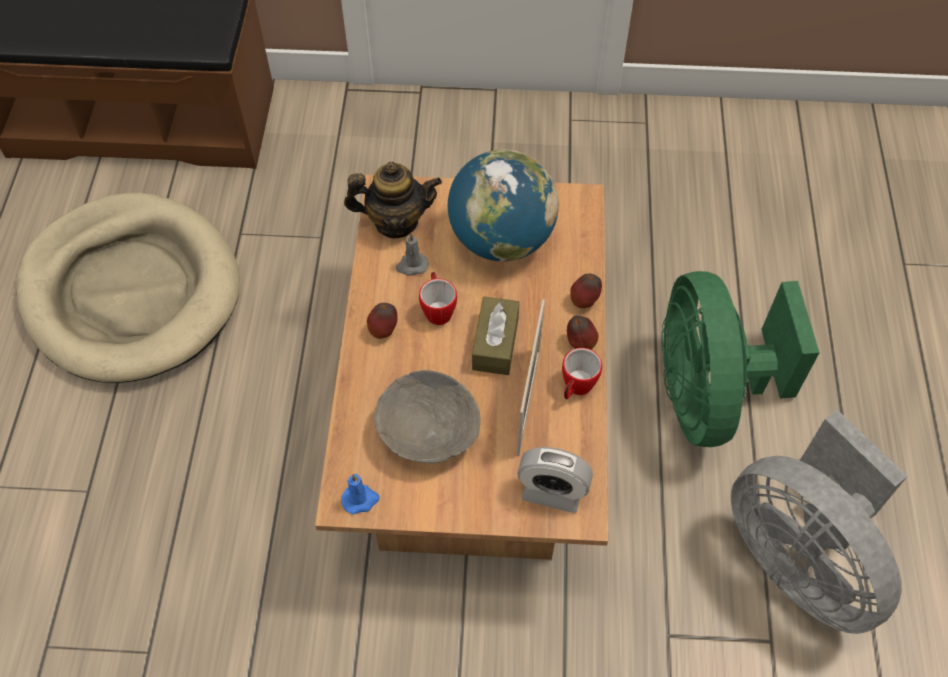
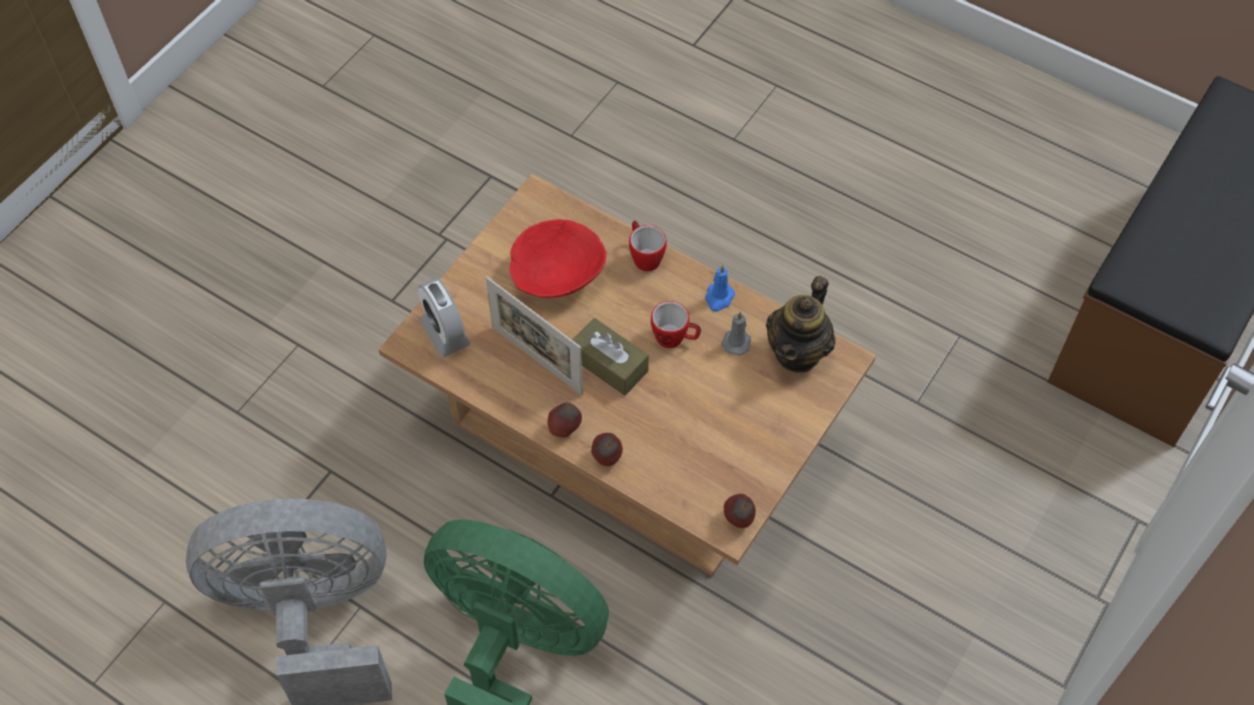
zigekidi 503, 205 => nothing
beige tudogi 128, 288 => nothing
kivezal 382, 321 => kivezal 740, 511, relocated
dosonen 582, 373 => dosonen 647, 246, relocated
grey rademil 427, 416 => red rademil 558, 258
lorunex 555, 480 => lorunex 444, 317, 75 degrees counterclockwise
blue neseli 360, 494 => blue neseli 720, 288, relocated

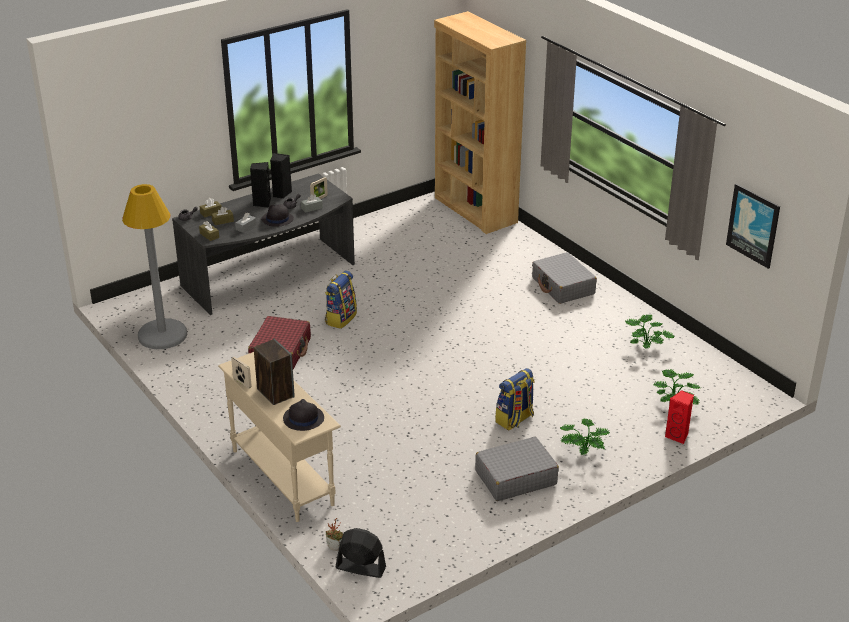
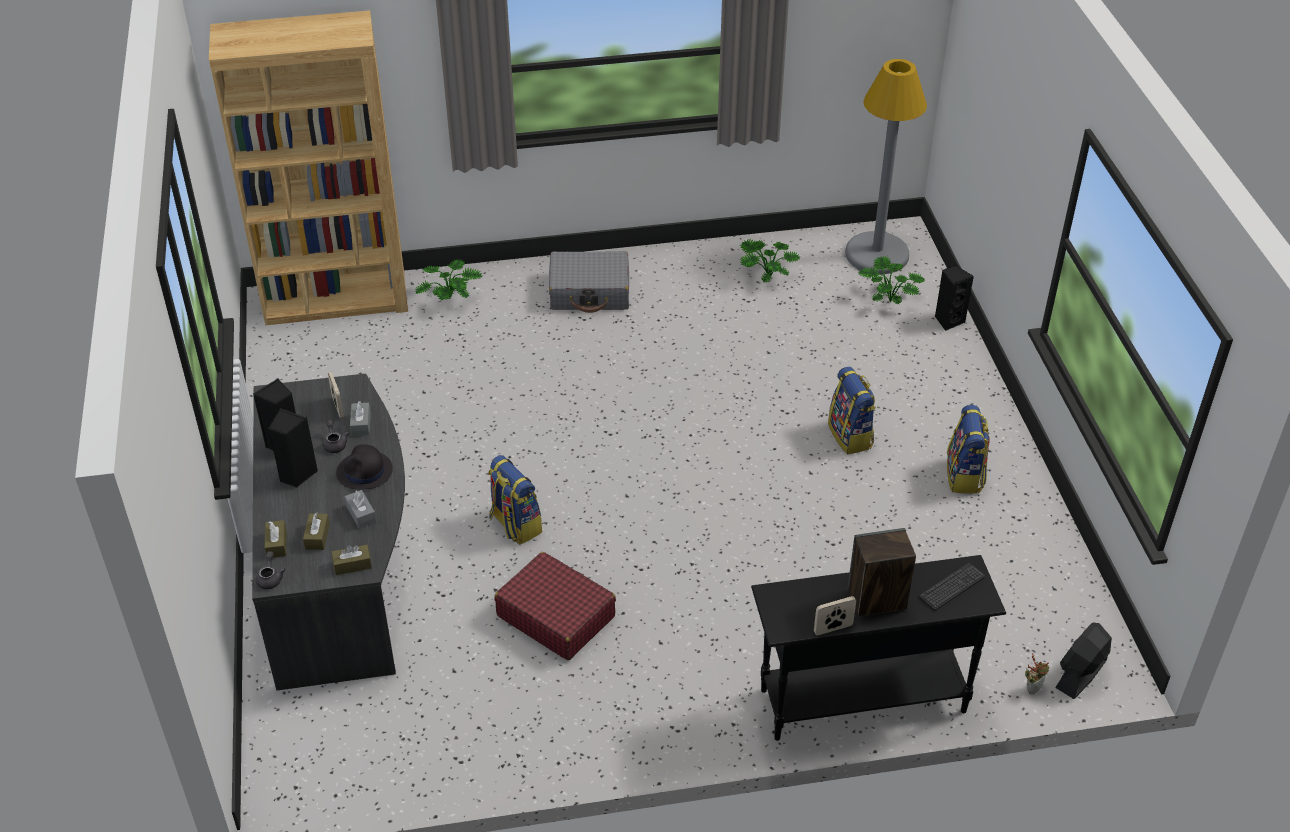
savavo 753, 226 => nothing
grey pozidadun 154, 266 => grey pozidadun 886, 166, relocated
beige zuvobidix 279, 437 => black zuvobidix 878, 648
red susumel 679, 417 => black susumel 954, 298
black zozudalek 303, 415 => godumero 952, 587
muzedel 585, 437 => muzedel 448, 280, relocated
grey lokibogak 517, 469 => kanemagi 968, 449

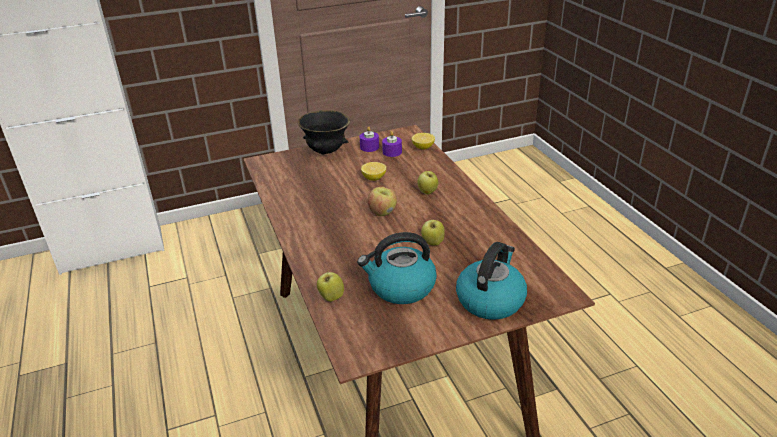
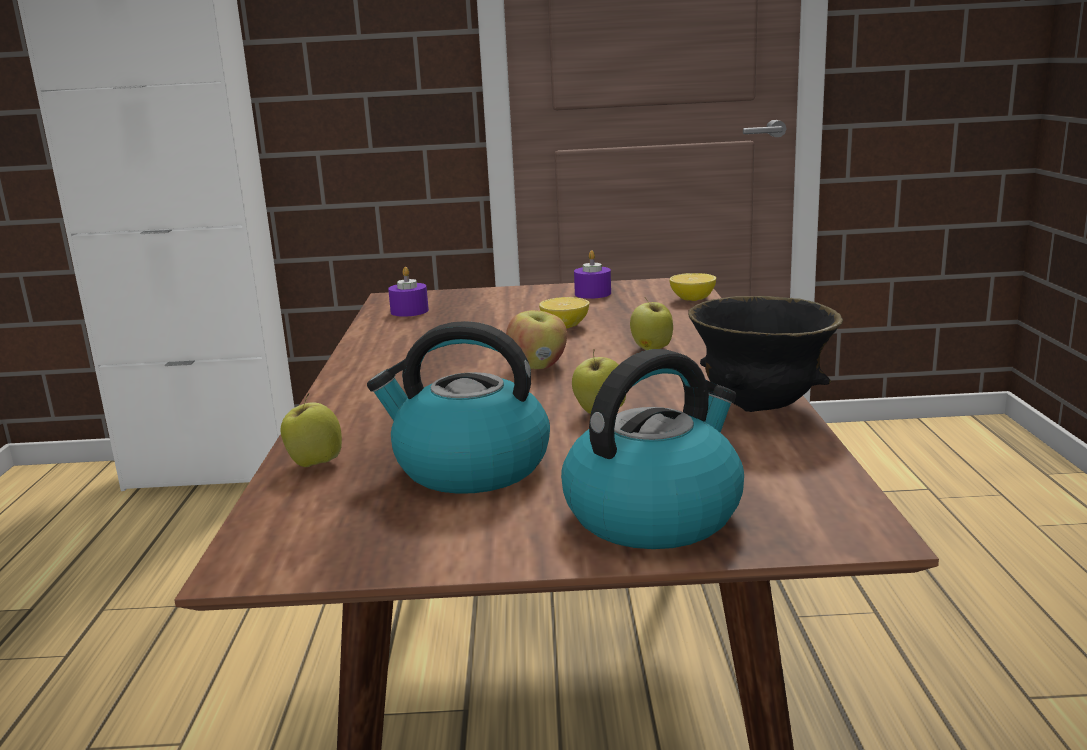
black rademil 324, 132 => black rademil 765, 354, relocated
purple neseli 392, 144 => purple neseli 408, 292, relocated

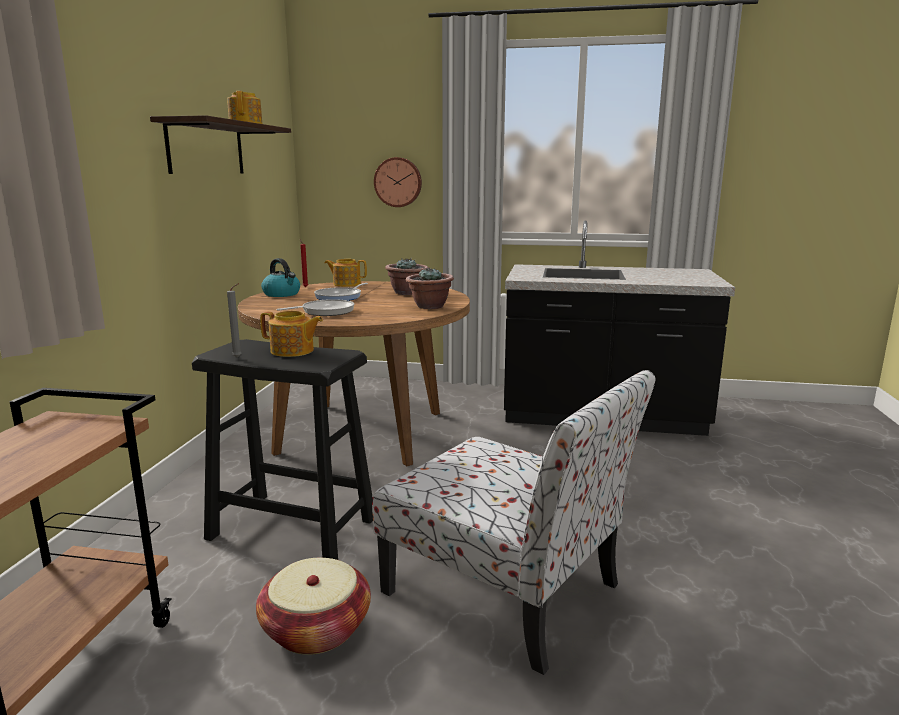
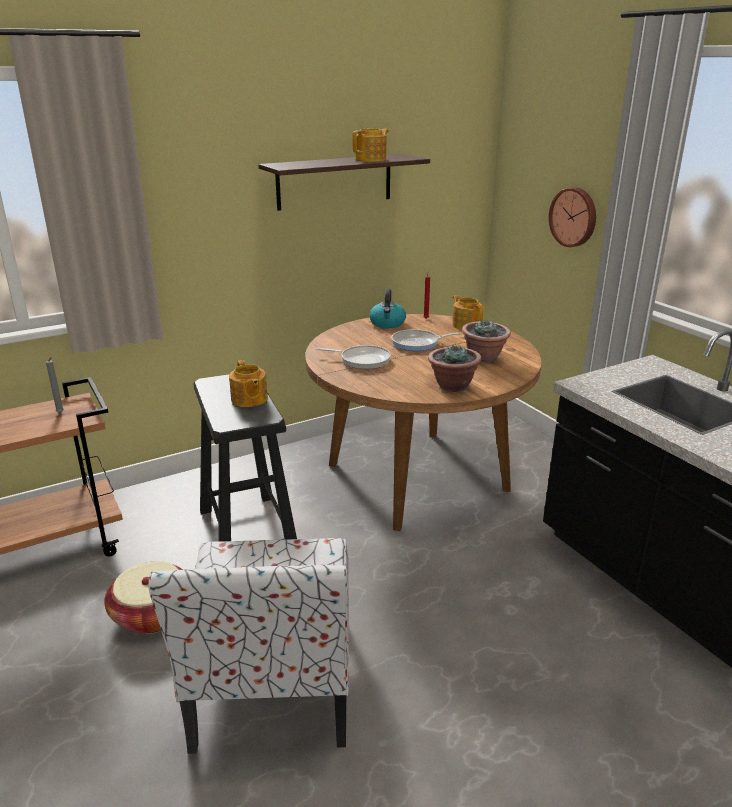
grey neseli 234, 320 => grey neseli 55, 385, relocated

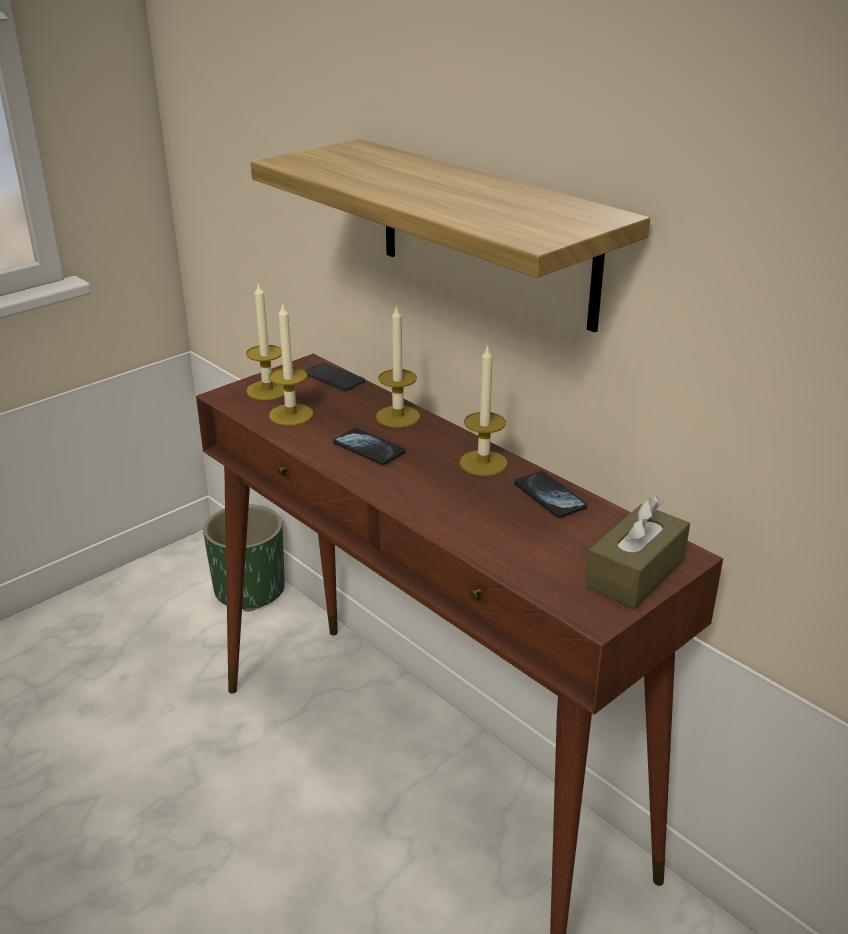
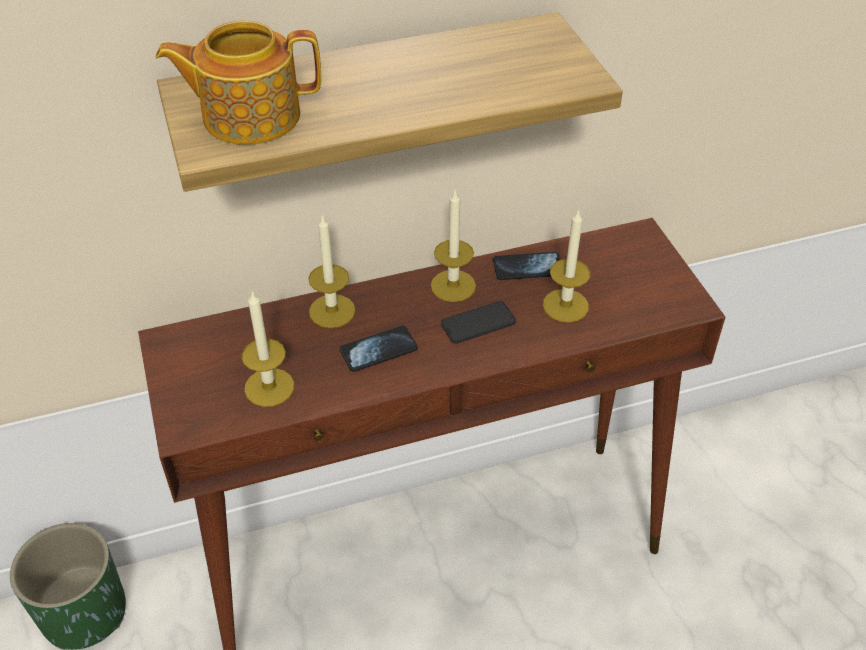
neseli 265, 341 => neseli 566, 265, relocated
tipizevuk 335, 376 => tipizevuk 478, 322, relocated
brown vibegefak 637, 552 => nothing
nothing => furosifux 238, 83

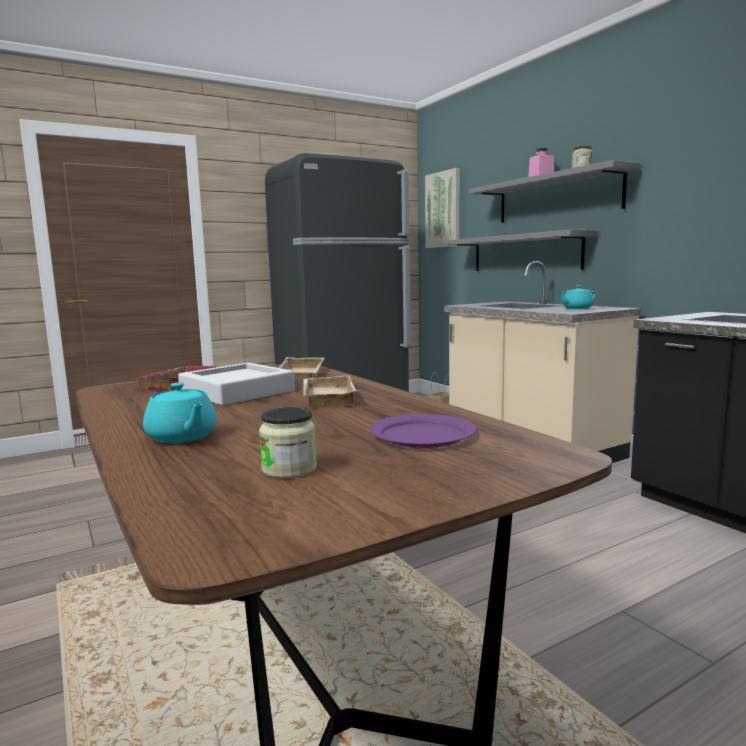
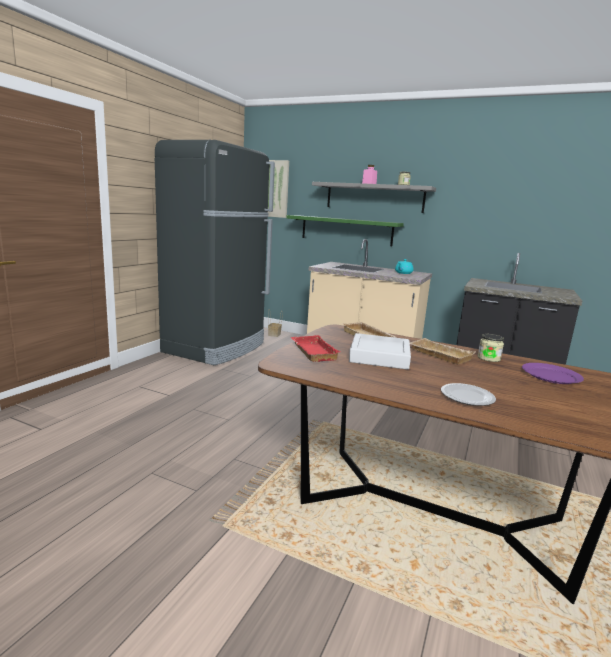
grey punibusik 521, 250 => green punibusik 345, 230
turquoise furosifux 180, 412 => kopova 468, 394
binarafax 288, 442 => binarafax 491, 348, relocated

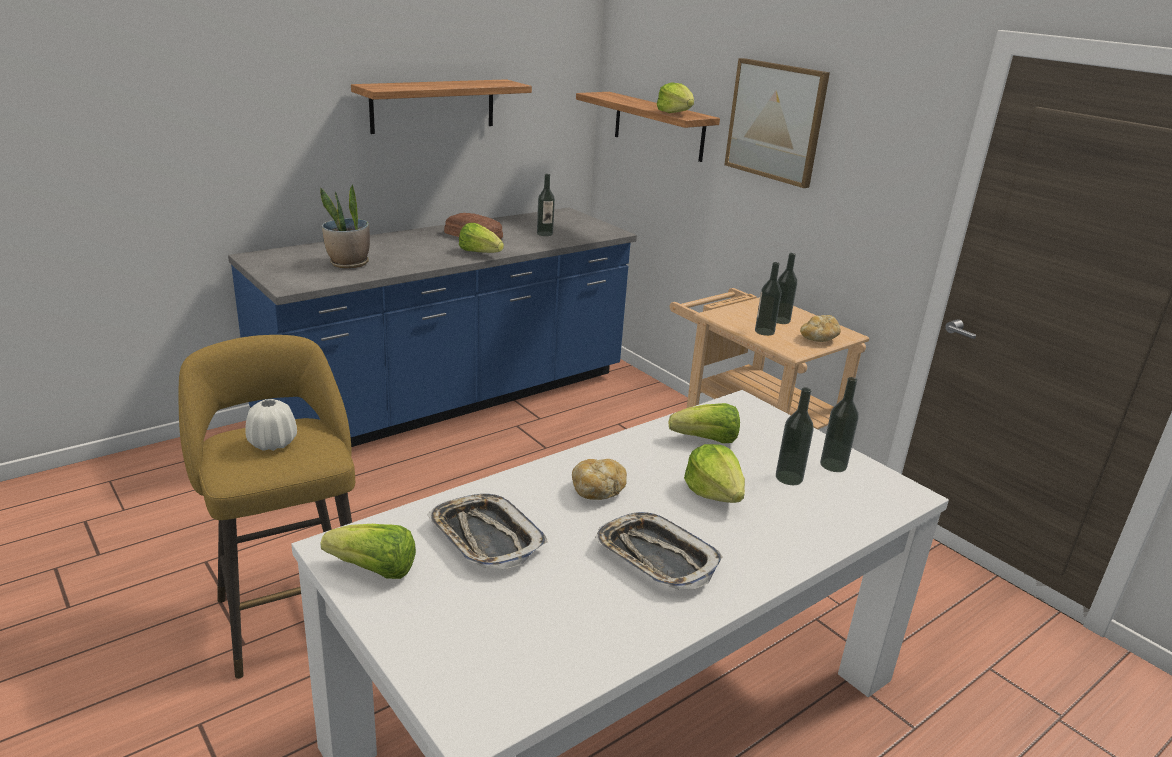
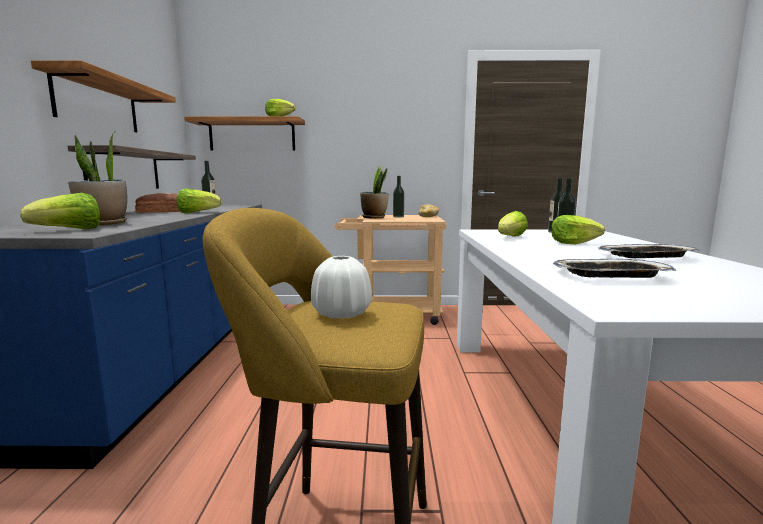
savavo 777, 123 => nothing
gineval 768, 299 => nothing
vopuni 599, 479 => nothing
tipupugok 368, 551 => tipupugok 60, 211, relocated
nothing => punibusik 132, 167
nothing => muzedel 374, 192

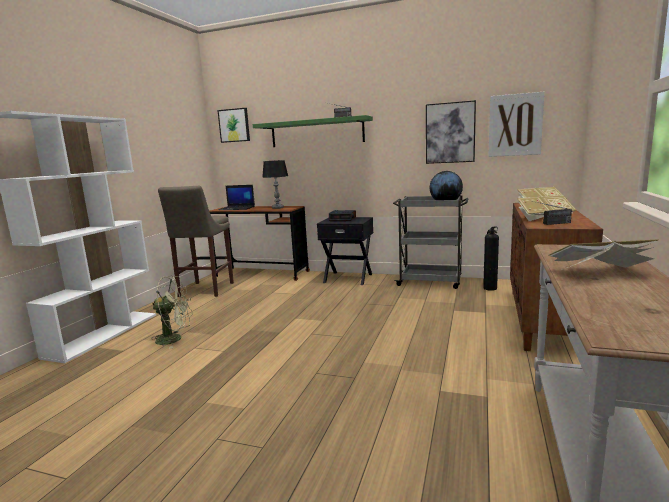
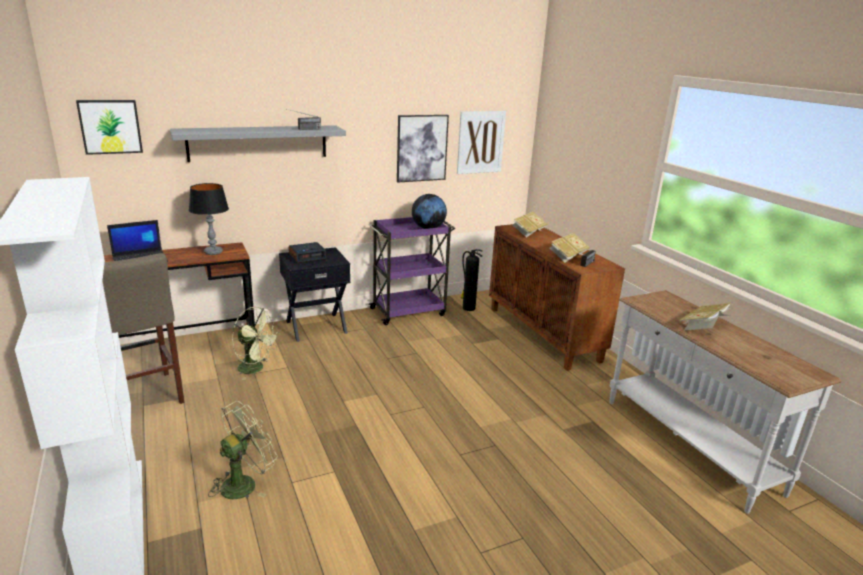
green punibusik 312, 131 => grey punibusik 258, 143
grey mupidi 430, 242 => purple mupidi 411, 271
nothing => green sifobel 256, 343

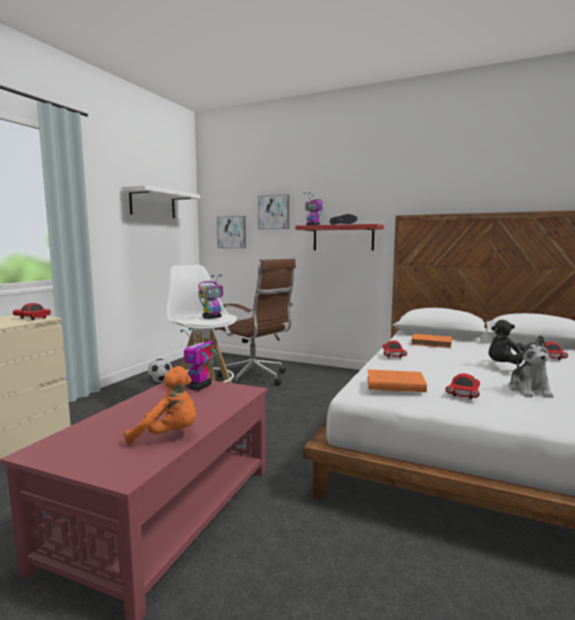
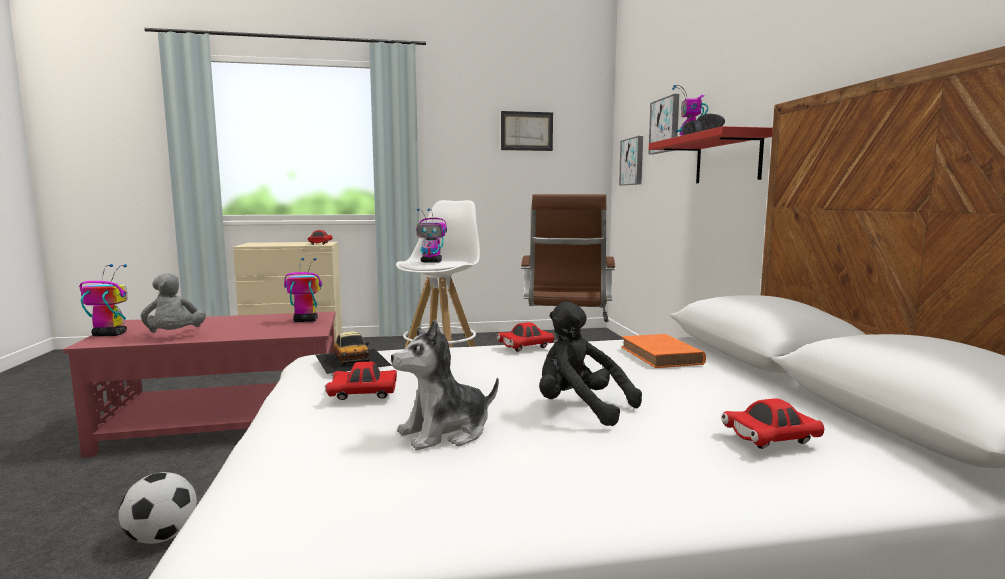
white punibusik 160, 201 => savavo 527, 131
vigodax 160, 370 => vigodax 158, 508, relocated
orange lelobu 160, 405 => grey lelobu 173, 303
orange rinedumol 397, 381 => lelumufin 354, 352
nothing => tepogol 103, 300

